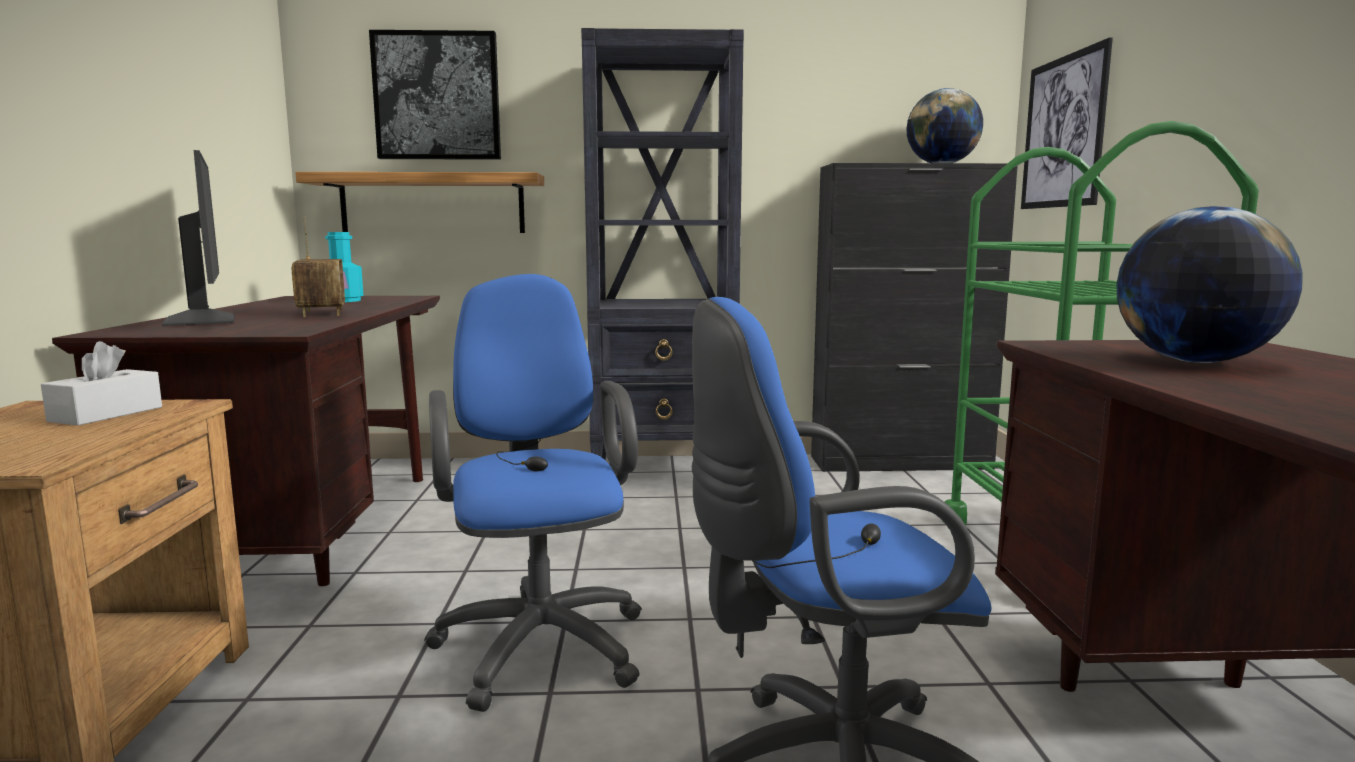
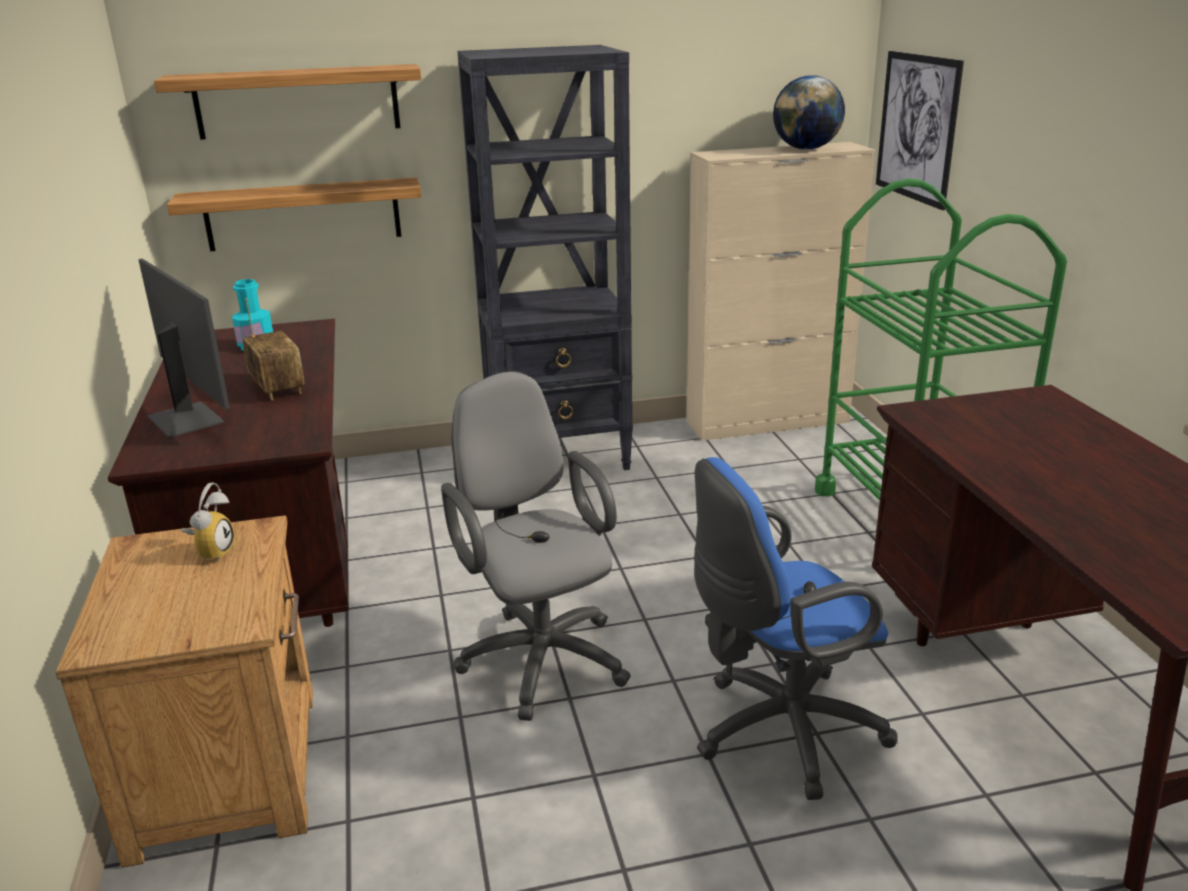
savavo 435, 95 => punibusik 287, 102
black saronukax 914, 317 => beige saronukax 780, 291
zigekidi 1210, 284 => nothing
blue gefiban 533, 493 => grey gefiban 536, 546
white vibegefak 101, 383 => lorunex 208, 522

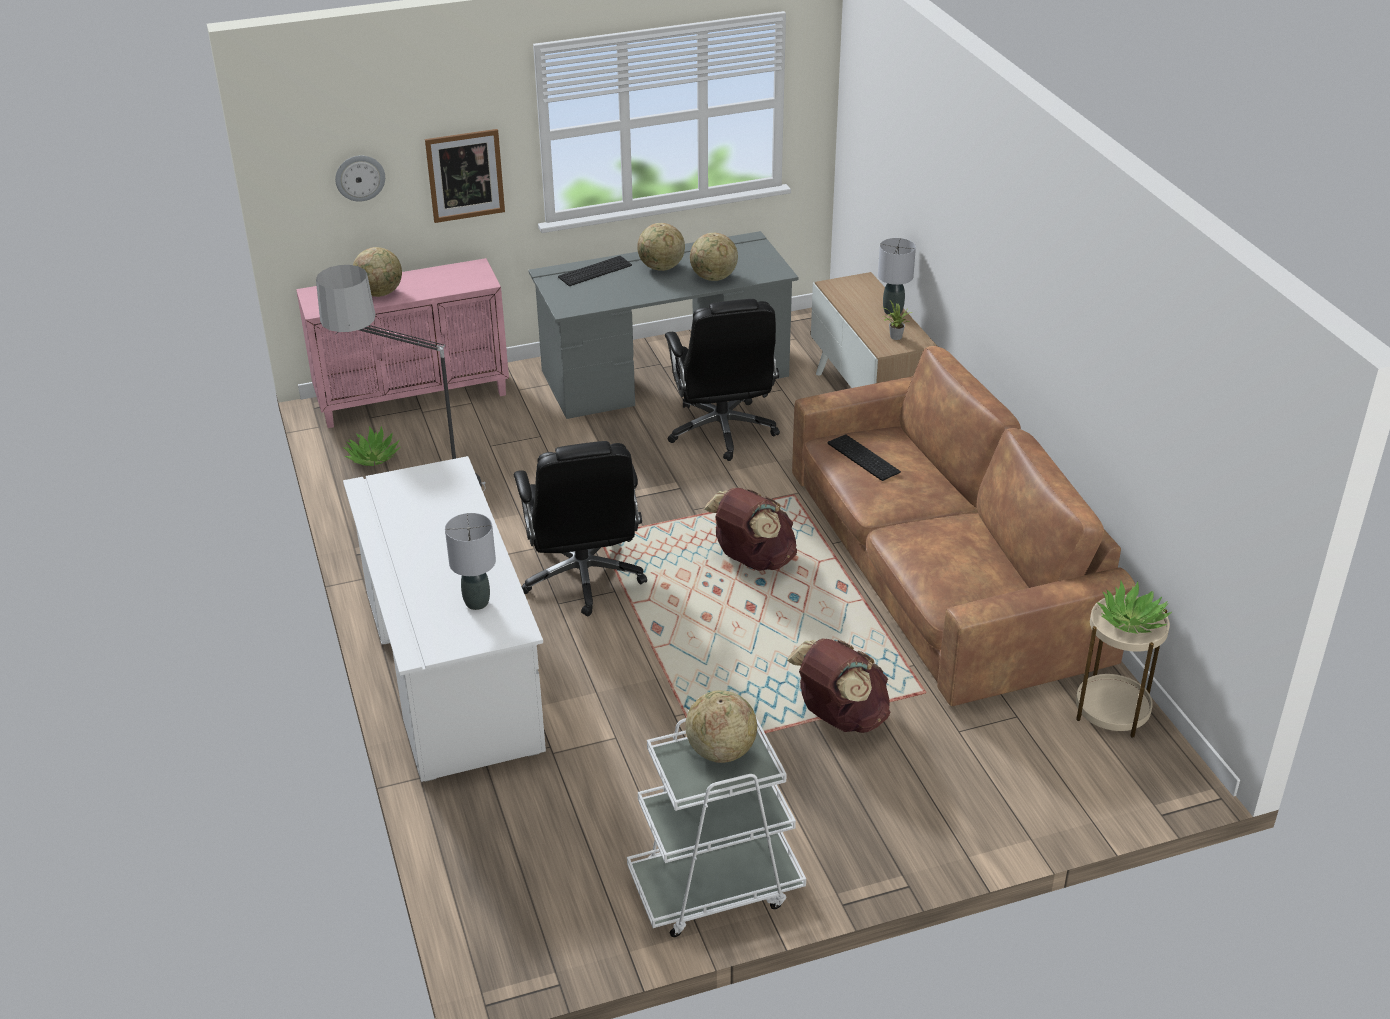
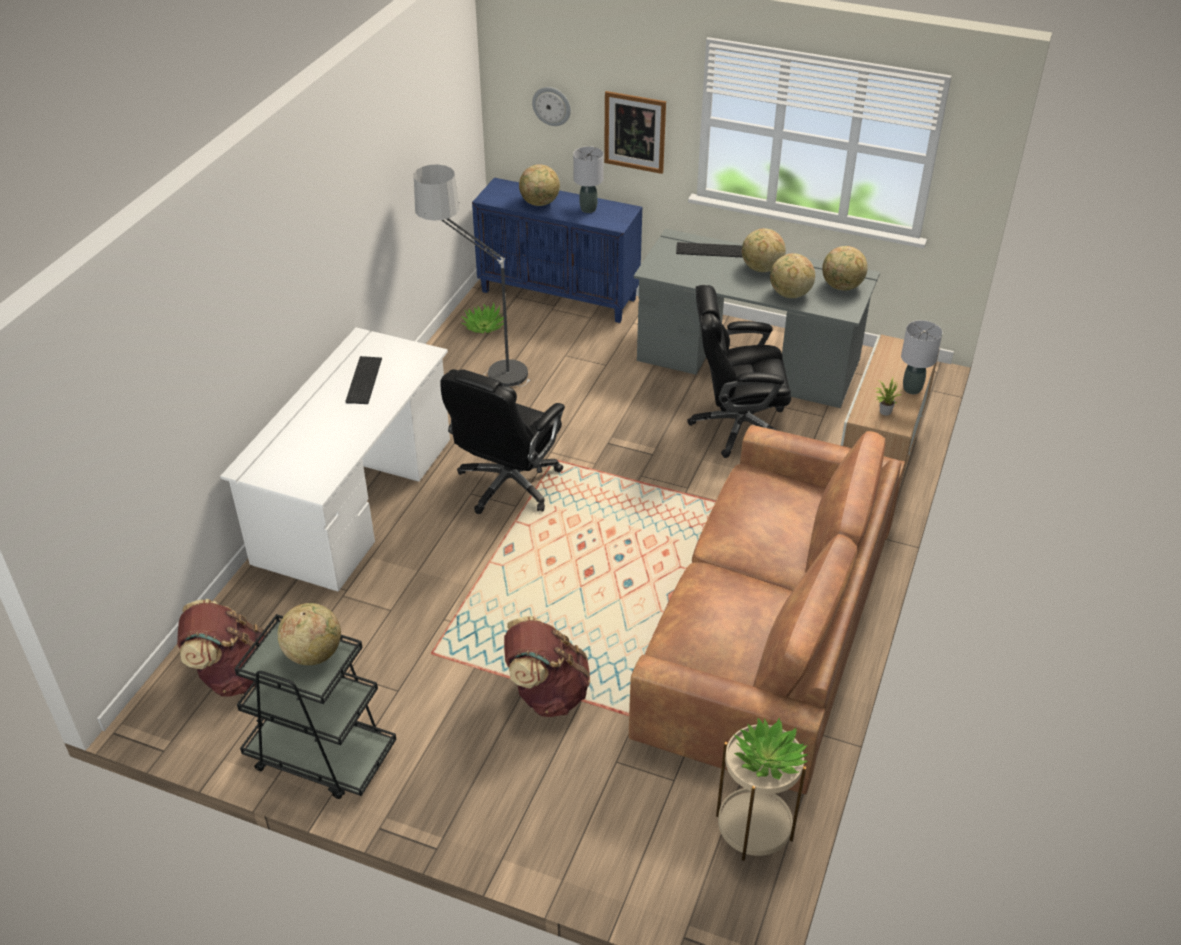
pink saronukax 402, 343 => blue saronukax 557, 250
black gefiban 722, 380 => black gefiban 739, 371, 60 degrees clockwise
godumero 864, 457 => godumero 363, 380, relocated
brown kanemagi 750, 529 => brown kanemagi 222, 648, relocated
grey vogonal 470, 561 => grey vogonal 588, 179, relocated
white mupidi 716, 827 => black mupidi 315, 706
nothing => zigekidi 845, 268

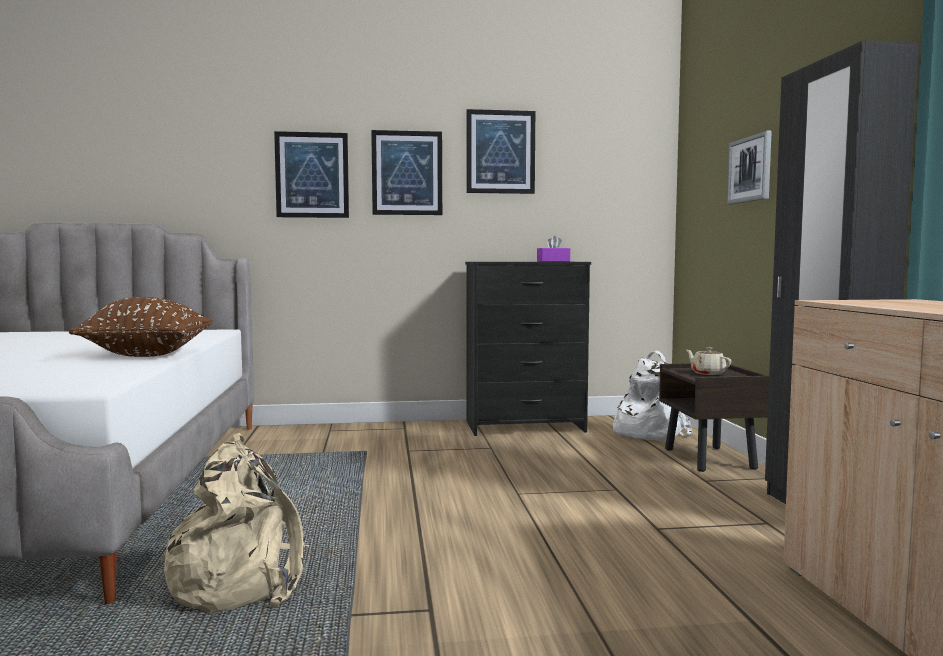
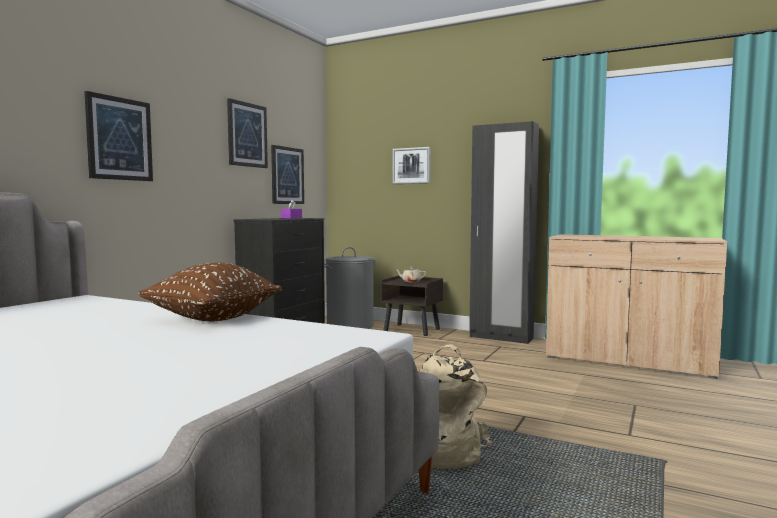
savavo 406, 172 => savavo 287, 174, relocated
white kanemagi 652, 396 => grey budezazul 350, 288

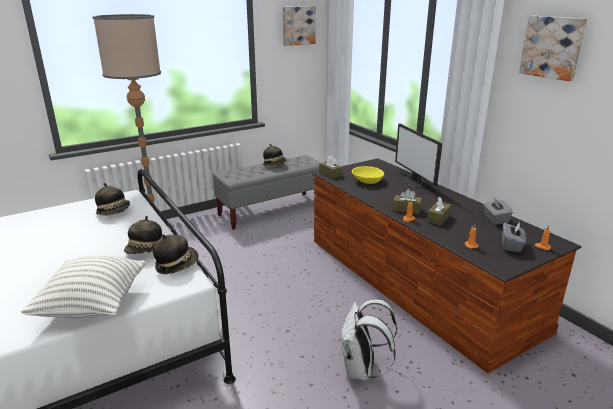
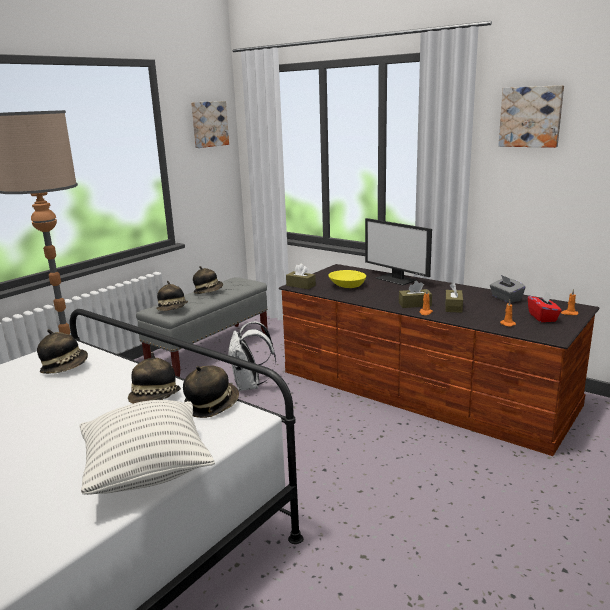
grey vibegefak 514, 237 => red vibegefak 545, 306
white kanemagi 368, 340 => white kanemagi 252, 356, relocated
nothing => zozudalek 172, 296

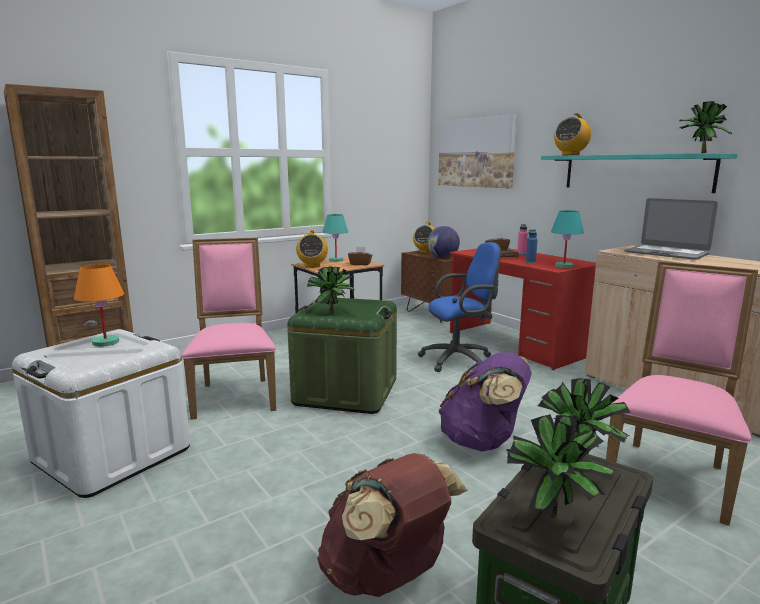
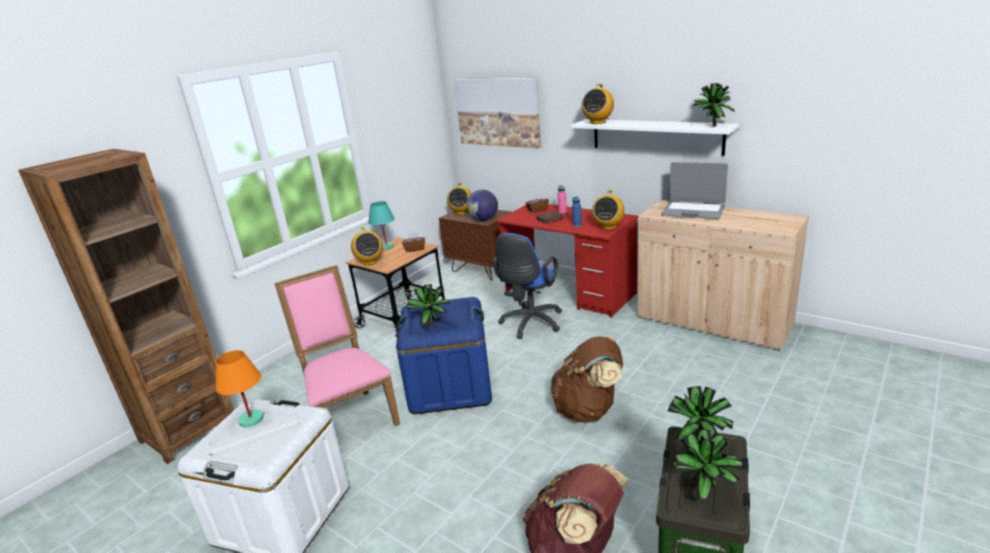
turquoise punibusik 639, 173 => white punibusik 655, 137
turquoise vogonal 567, 239 => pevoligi 608, 210
blue gefiban 459, 307 => blue gefiban 527, 286, 150 degrees clockwise
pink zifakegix 682, 393 => nothing
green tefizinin 342, 356 => blue tefizinin 444, 355
purple kanemagi 485, 401 => brown kanemagi 587, 379

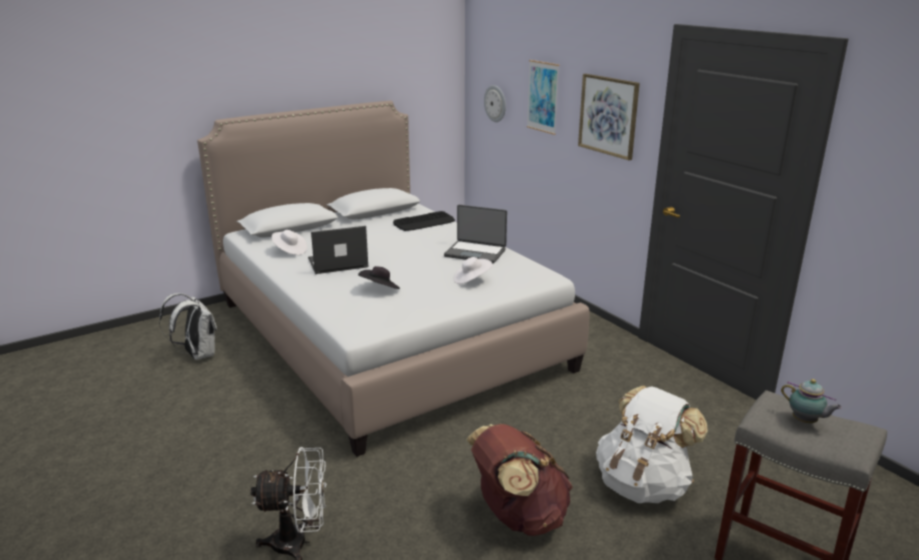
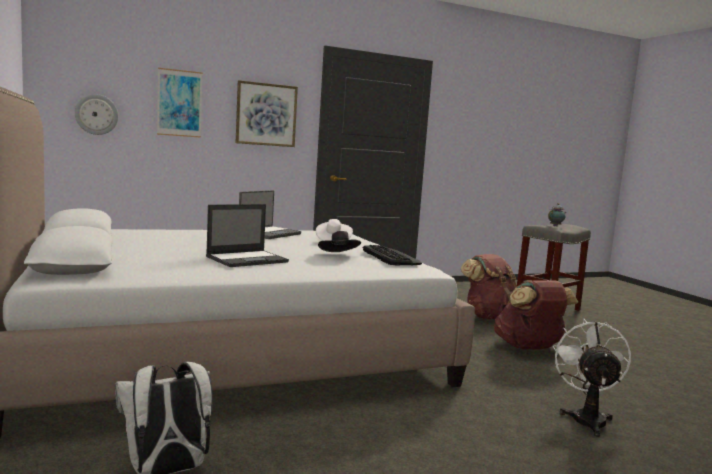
godumero 424, 221 => godumero 392, 255, relocated
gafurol 338, 250 => gafurol 247, 235, 120 degrees counterclockwise
white zozudalek 289, 242 => nothing
white kanemagi 652, 444 => brown kanemagi 489, 286

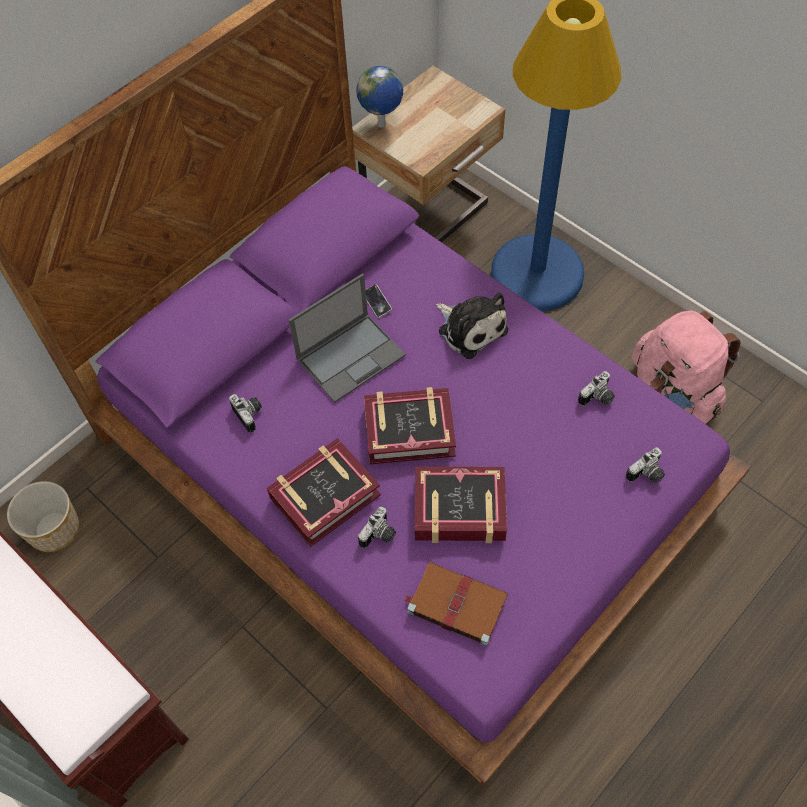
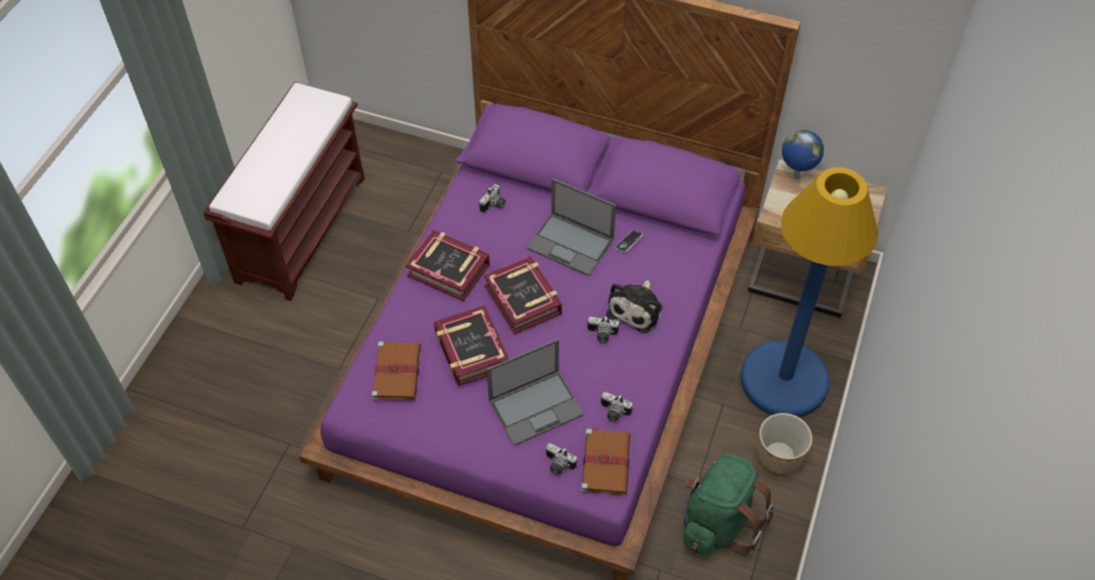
pink kanemagi 686, 367 => green kanemagi 728, 504
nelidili 43, 516 => nelidili 784, 444, relocated
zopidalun 377, 527 => zopidalun 603, 329, relocated
nothing => gafurol 535, 392
nothing => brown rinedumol 605, 461

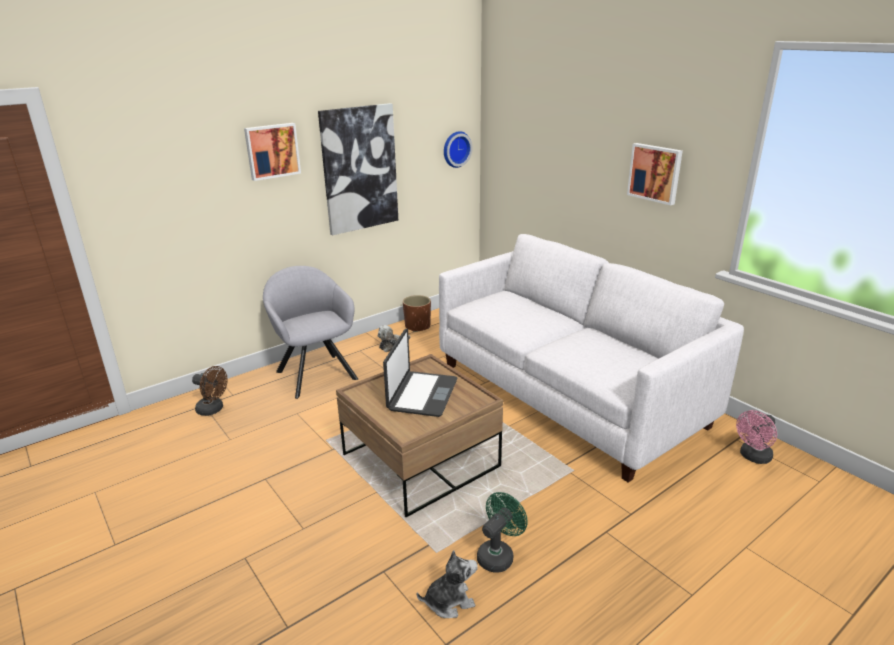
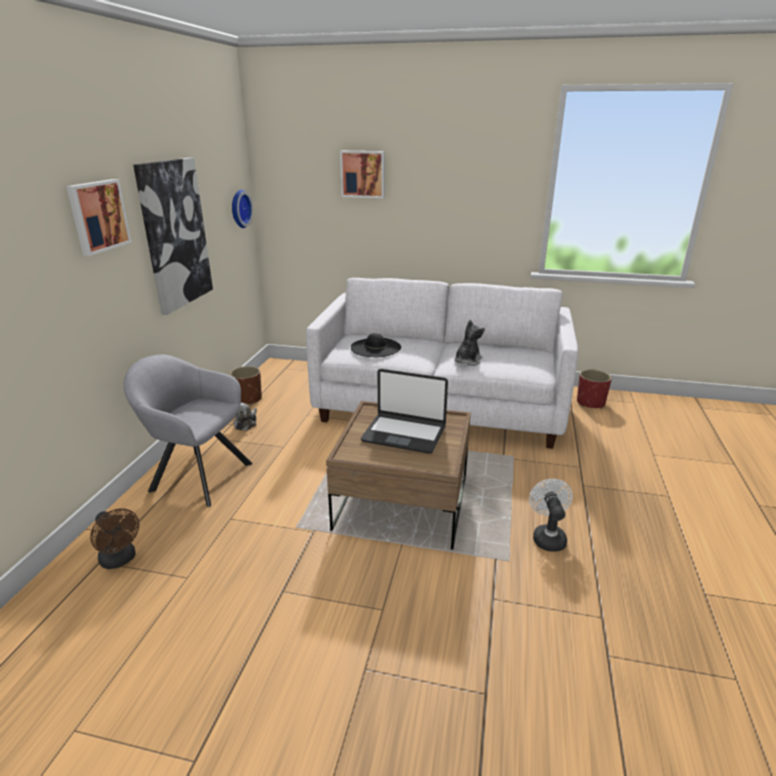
savavo 655, 174 => savavo 362, 174, relocated
gafurol 420, 372 => gafurol 404, 411, 135 degrees clockwise
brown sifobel 210, 391 => brown sifobel 114, 538, 60 degrees clockwise
pink sifobel 756, 437 => red nelidili 594, 389
green sifobel 502, 532 => white sifobel 551, 515
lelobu 447, 584 => lelobu 469, 343, relocated
nothing => black zozudalek 376, 345

